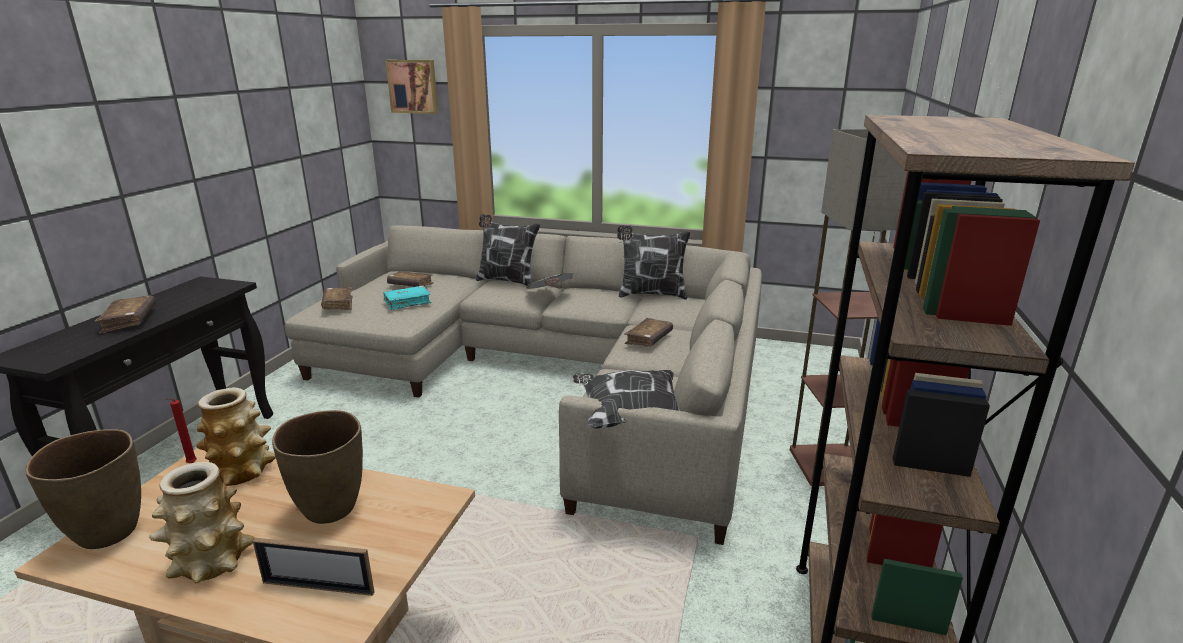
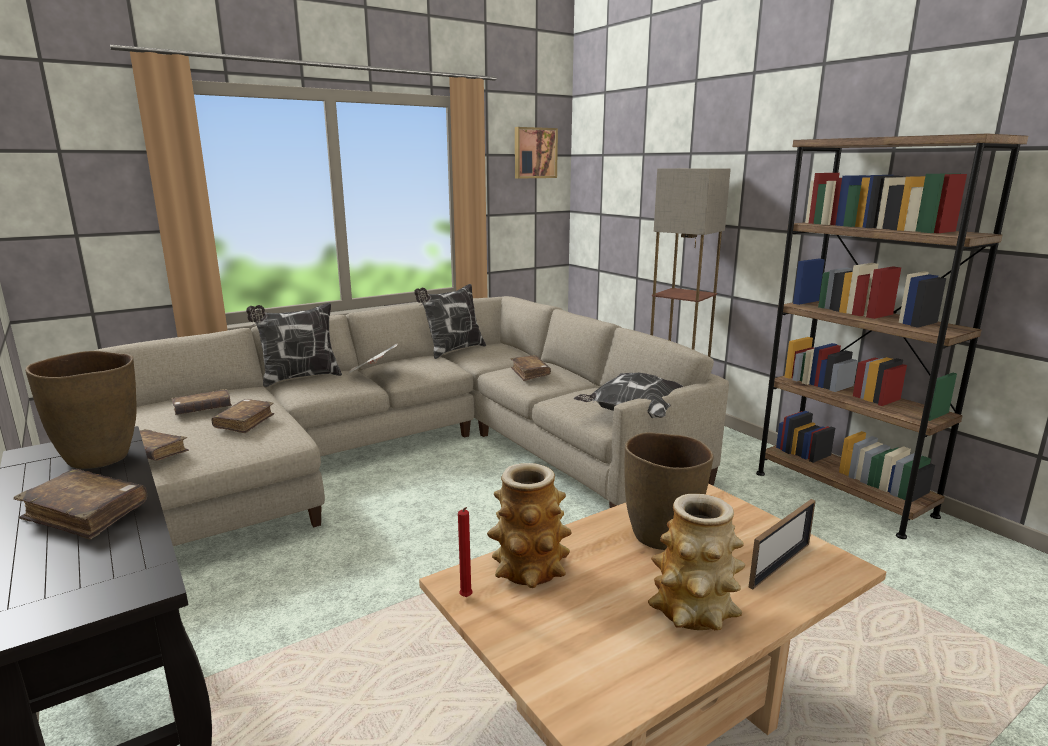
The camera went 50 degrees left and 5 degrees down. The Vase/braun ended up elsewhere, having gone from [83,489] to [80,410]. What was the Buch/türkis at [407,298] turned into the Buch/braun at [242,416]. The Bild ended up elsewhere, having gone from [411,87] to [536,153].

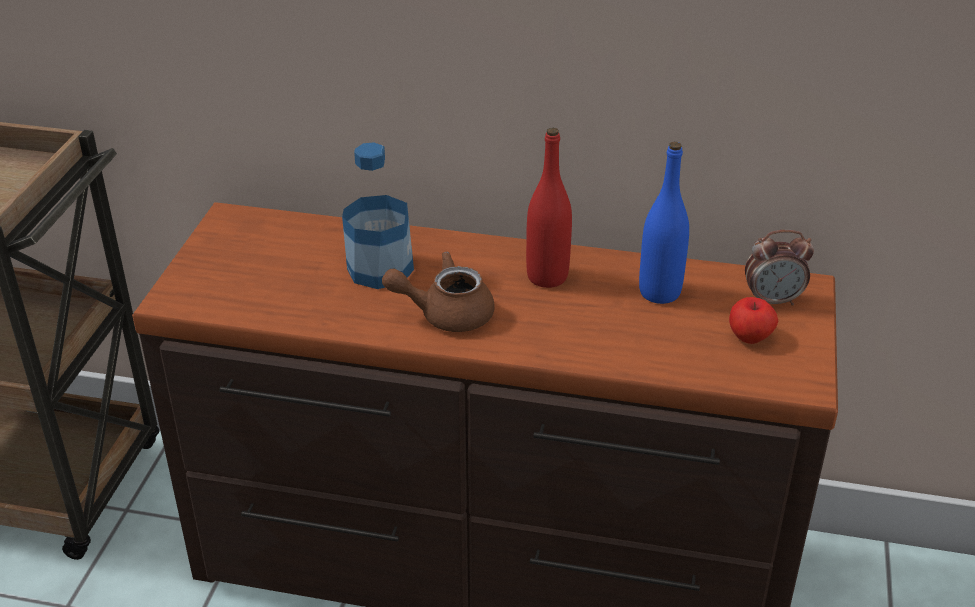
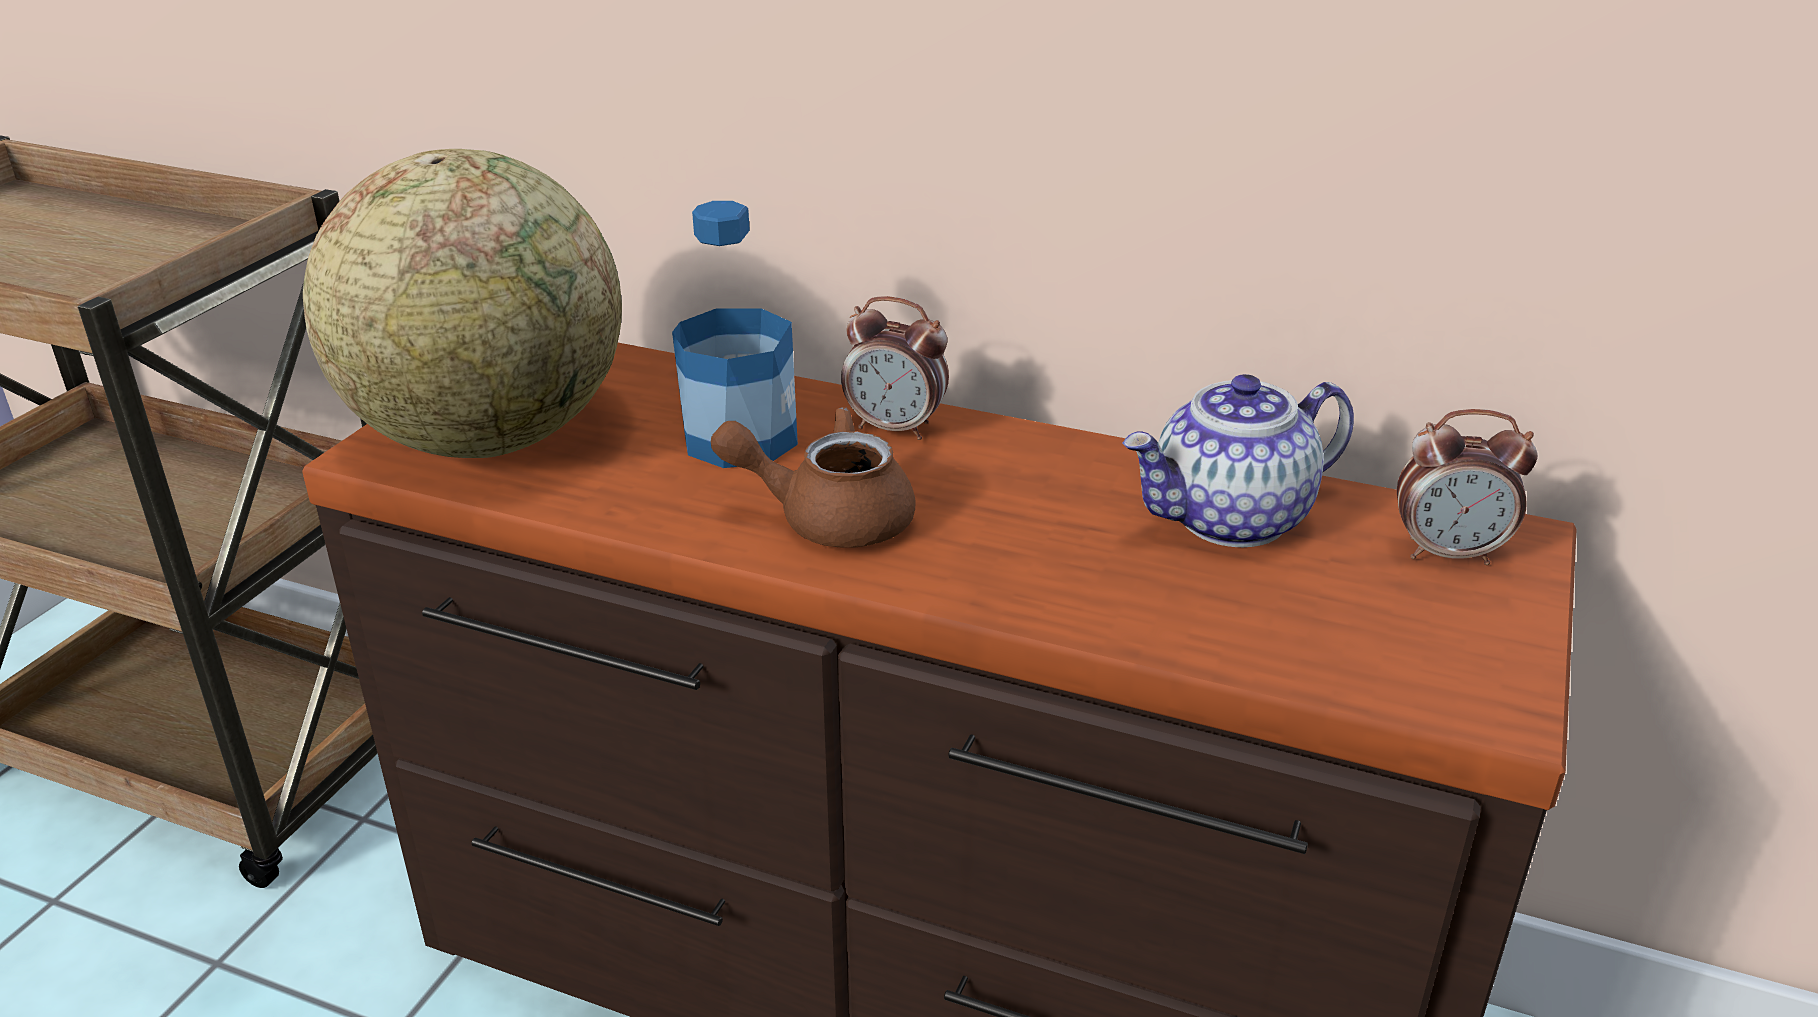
The camera went 10 degrees right and 5 degrees down. The second view lost the Flasche/rot at [549,208]. Where the Flasche/blau stood at [664,223], the Teekanne came to stand at [1238,460]. The second view lost the Apfel at [753,320]. The second view gained the Globus at [462,303]. The second view gained the Wecker at [895,368].

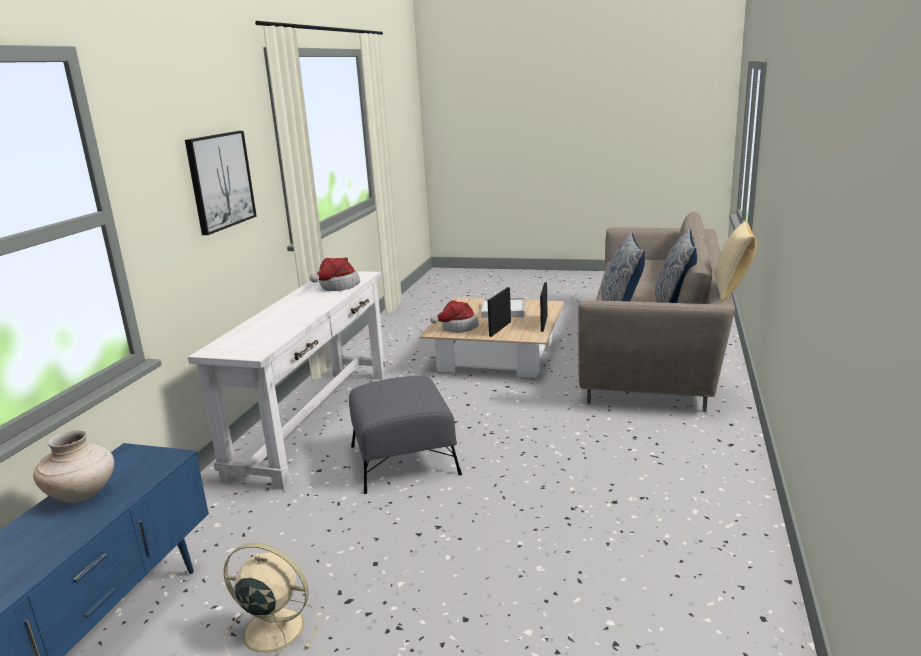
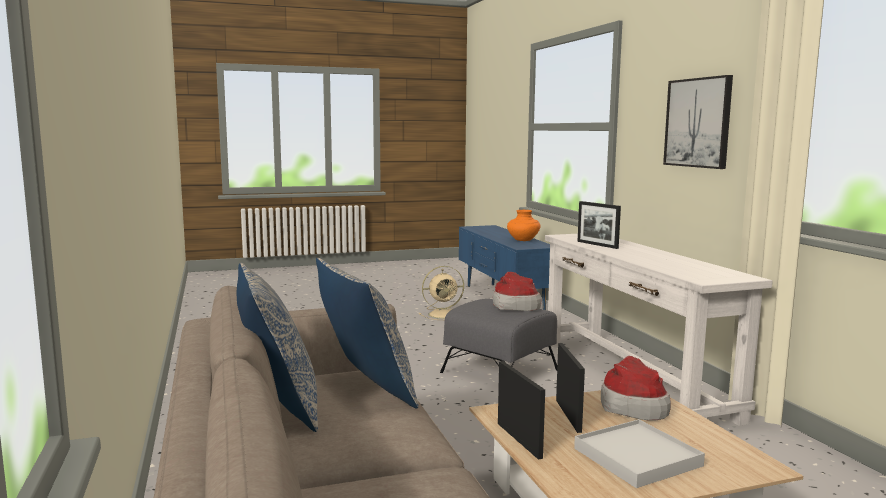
The camera went 145 degrees right and 10 degrees down. What was the Vase/beige at [73,466] turned into the Vase/orange at [523,225]. The Hut ended up elsewhere, having gone from [335,274] to [517,291]. The second view lost the Kissen at [736,261]. The second view gained the Bilderrahmen at [599,225].

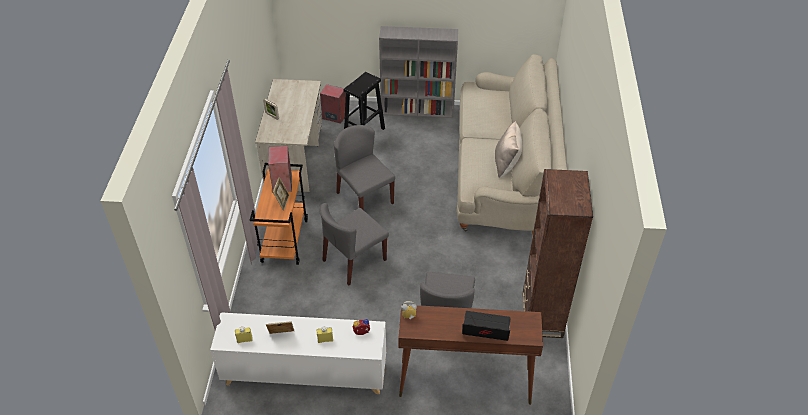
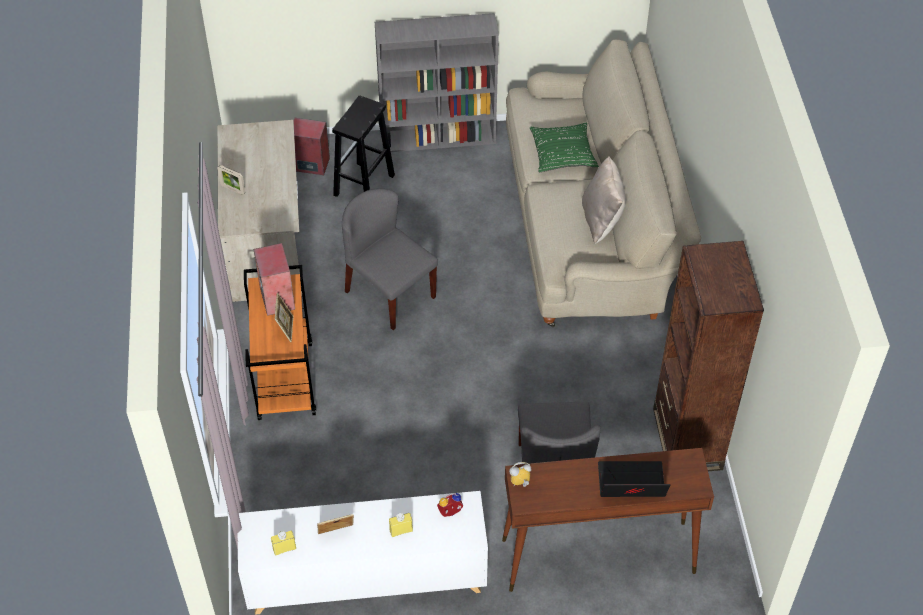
The camera went 10 degrees left and 5 degrees up. The second view lost the Stuhl/grau at [354,244]. The second view gained the Kissen/grün at [564,147].

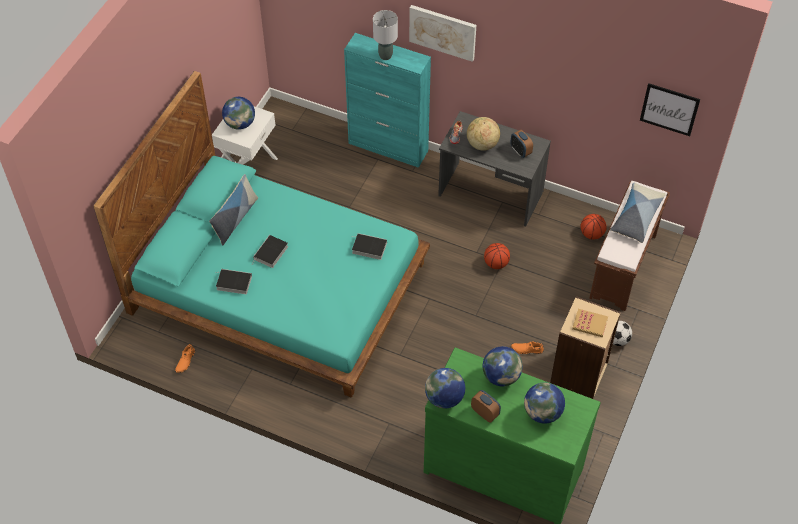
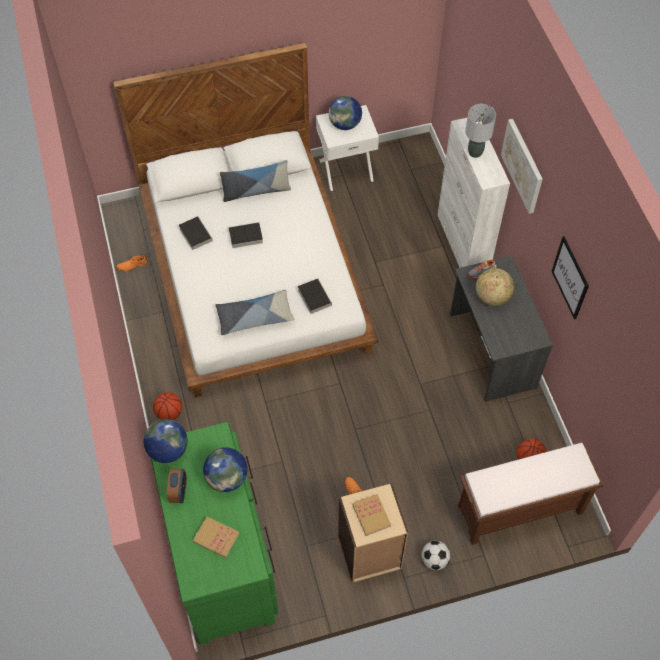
The camera went 50 degrees right and 5 degrees up. What was the Bett/türkis at [261,234] turned into the Bett/weiß at [245,220]. What was the Schrank/türkis at [387,100] turned into the Schrank/weiß at [474,193]. The Basketball ended up elsewhere, having gone from [497,256] to [167,406]. The second view lost the Wecker at [521,144]. Where the Globus stood at [544,403], the Buch came to stand at [216,537]. The Kissen ended up elsewhere, having gone from [638,213] to [254,312]. The Bild ended up elsewhere, having gone from [670,109] to [570,278].

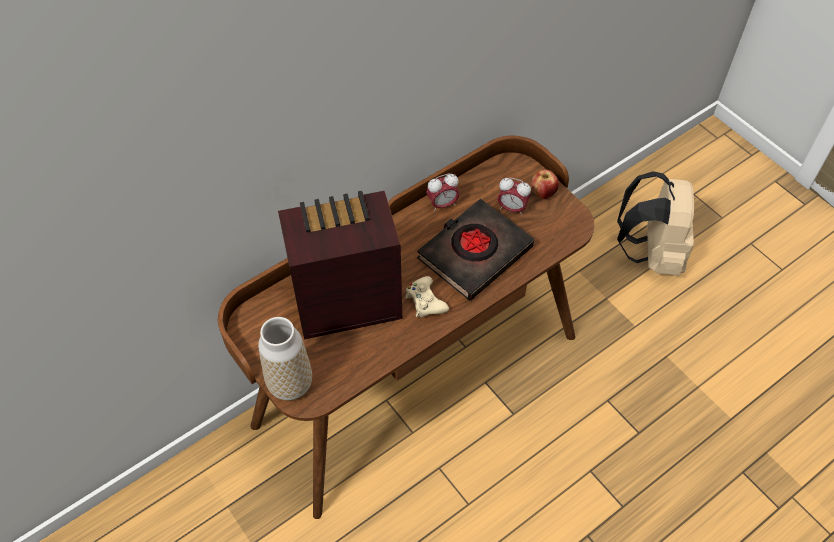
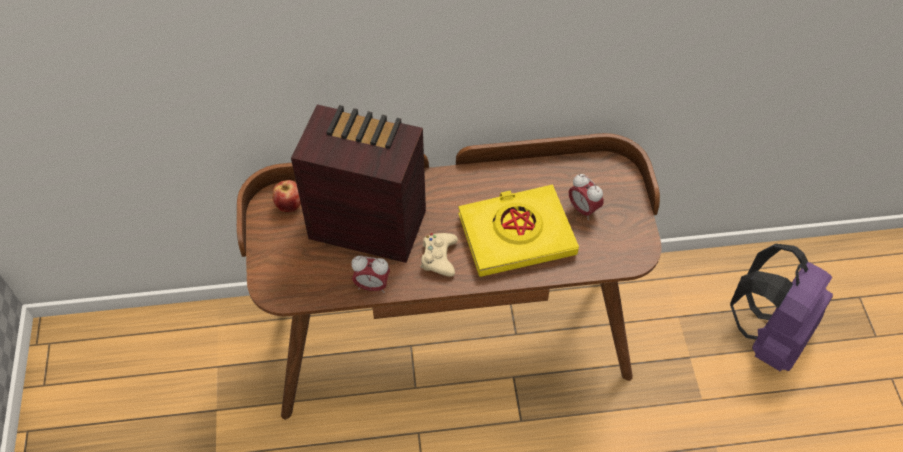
The camera went 30 degrees right and 0 degrees up. The second view lost the Vase at [285,359]. What was the Buch/schwarz at [475,250] turned into the Buch/gelb at [518,230]. The Wecker ended up elsewhere, having gone from [443,193] to [370,274]. The Apfel ended up elsewhere, having gone from [545,184] to [286,196]. What was the Rucksack/beige at [655,223] turned into the Rucksack/lila at [781,308].

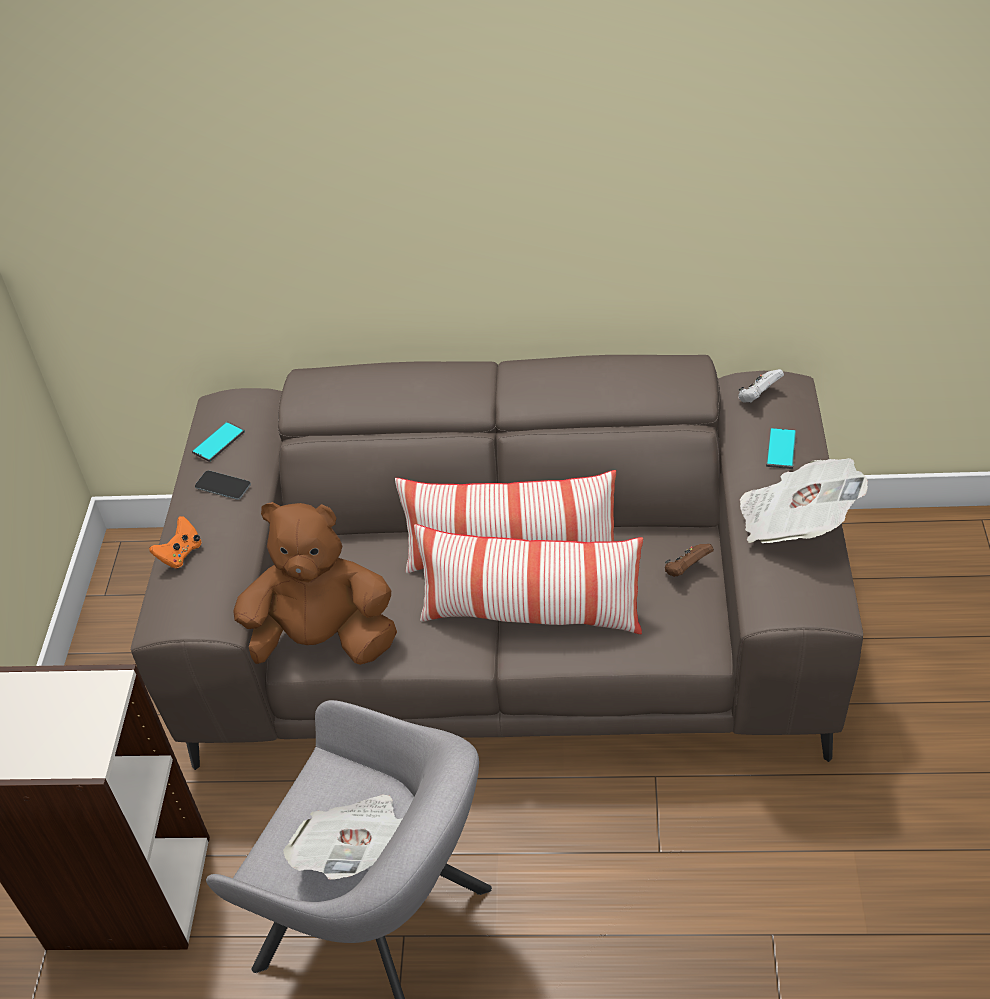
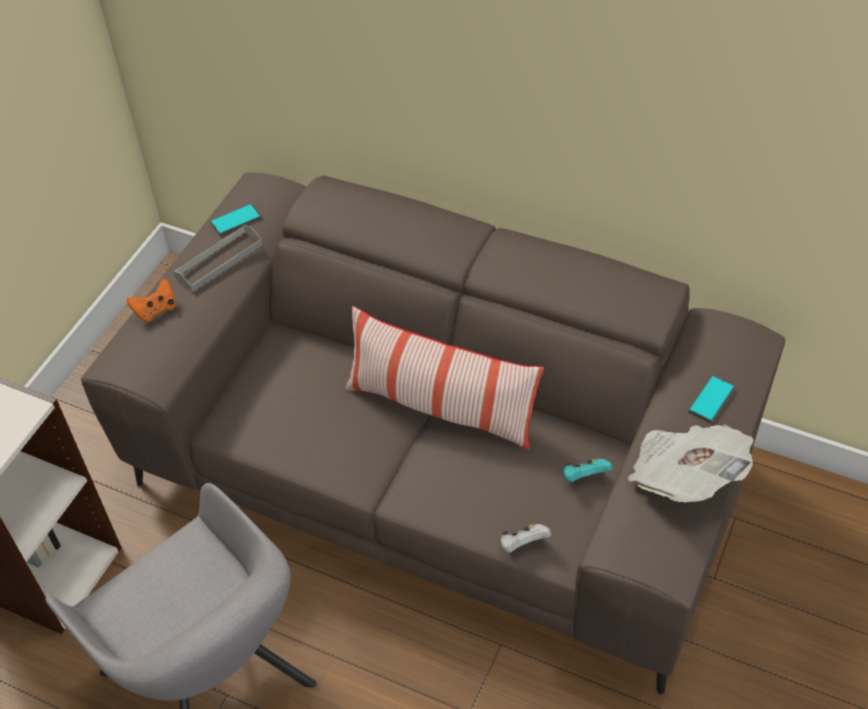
The camera went 20 degrees right and 5 degrees up. Where the Handy stood at [223,485], the Tablett/grau came to stand at [218,258]. The second view lost the Plüschtier/braun at [315,583]. The second view lost the Zeitung at [343,837]. The second view lost the Kissen at [528,579]. What was the Gamepad/braun at [689,560] turned into the Gamepad/türkis at [588,470]. The Gamepad/weiß ended up elsewhere, having gone from [761,386] to [526,538].

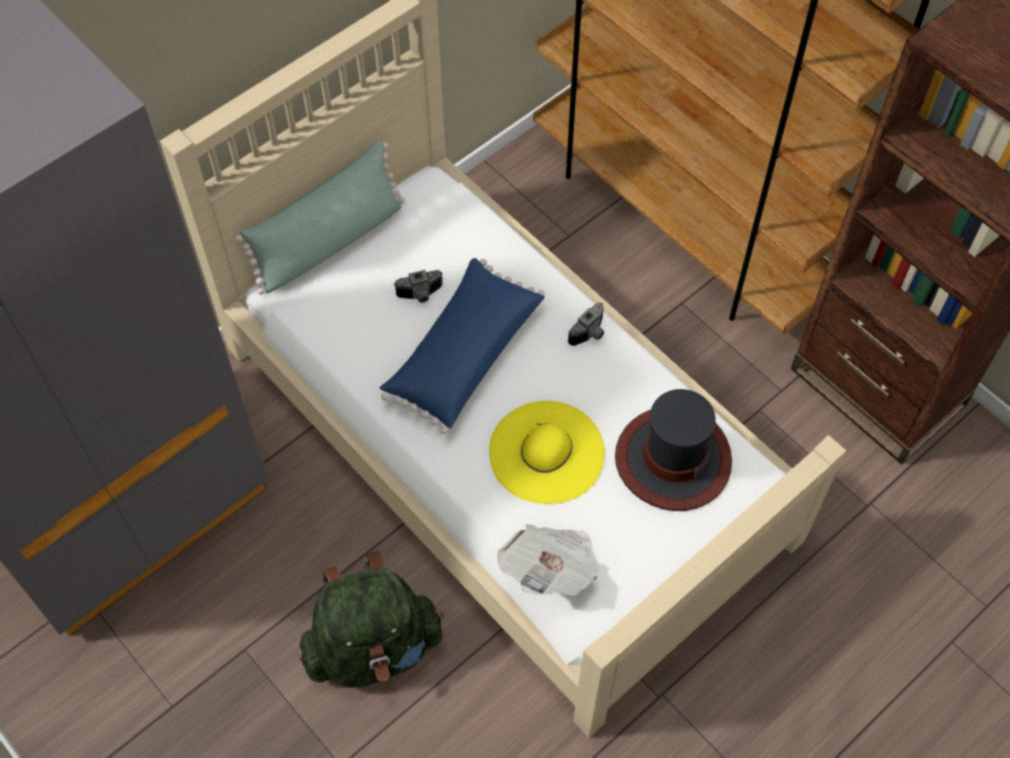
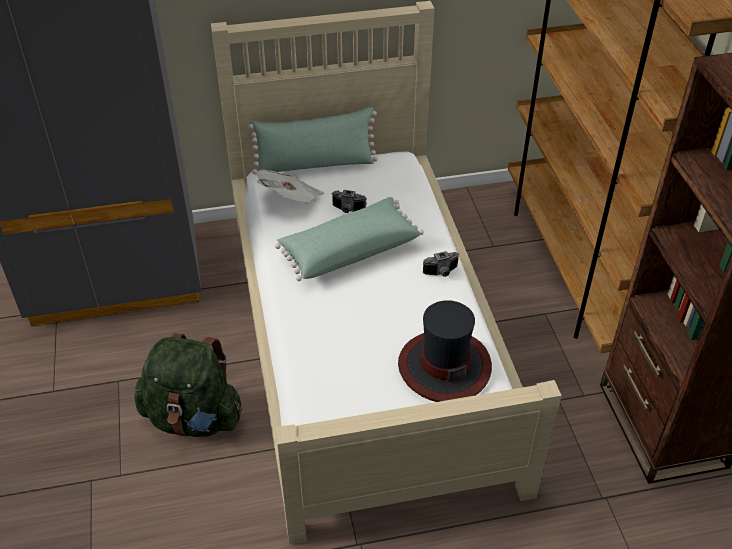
The camera went 30 degrees right and 15 degrees down. What was the Kissen/blau at [462,346] turned into the Kissen/grün at [349,239]. The second view lost the Hut/gelb at [547,452]. The Zeitung ended up elsewhere, having gone from [547,560] to [289,186].

